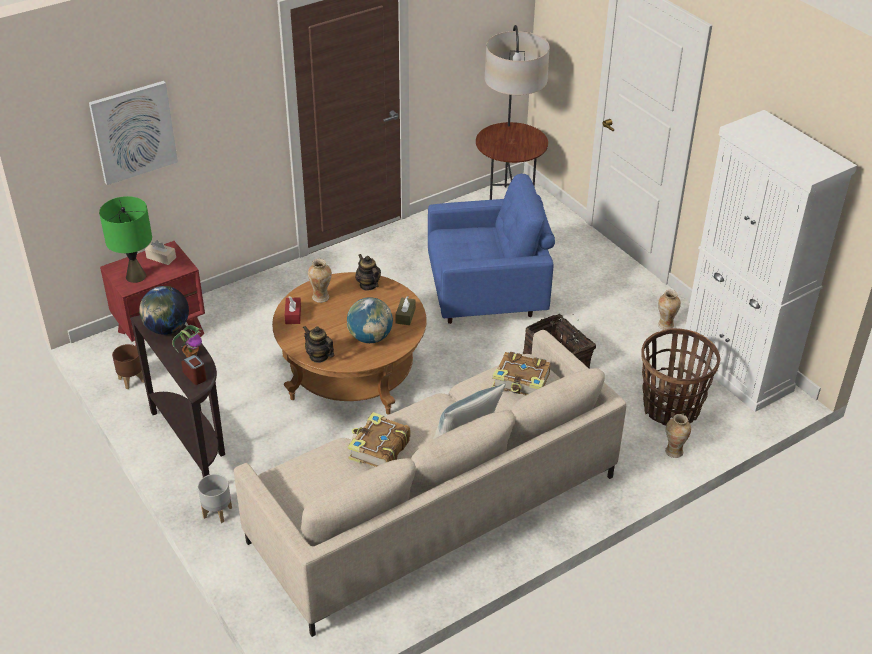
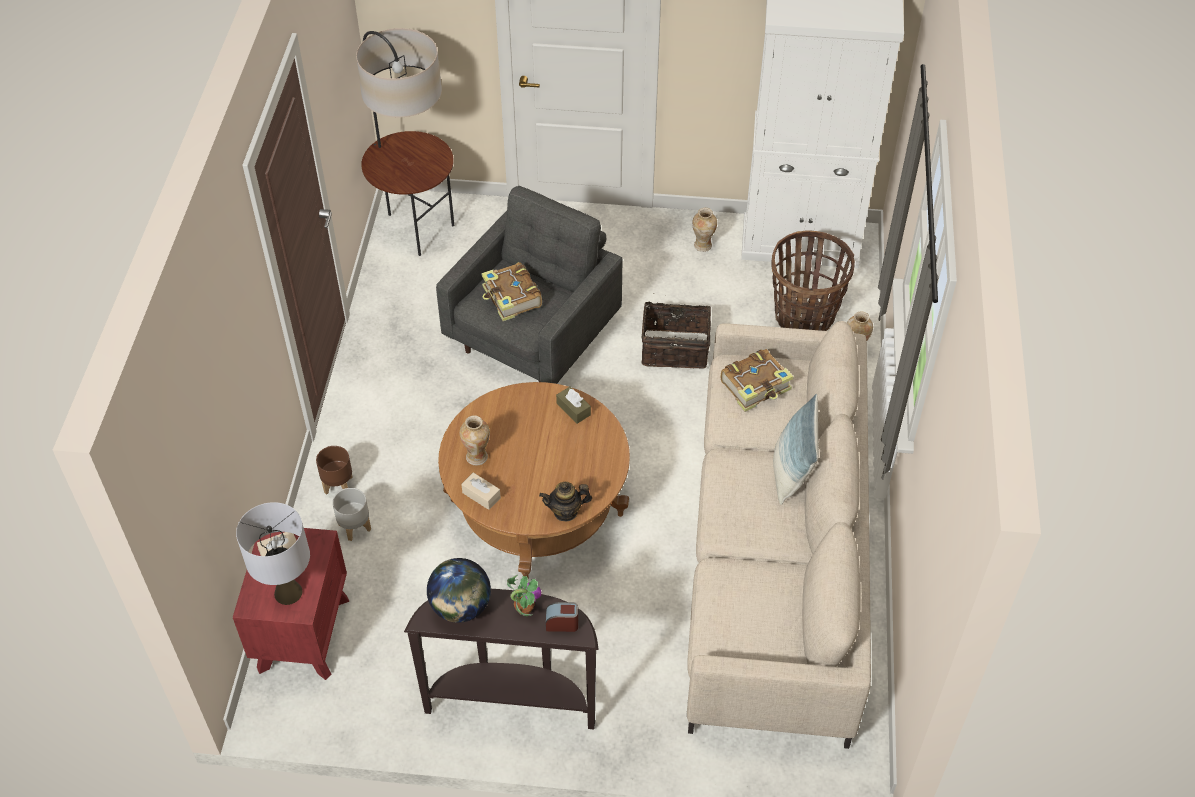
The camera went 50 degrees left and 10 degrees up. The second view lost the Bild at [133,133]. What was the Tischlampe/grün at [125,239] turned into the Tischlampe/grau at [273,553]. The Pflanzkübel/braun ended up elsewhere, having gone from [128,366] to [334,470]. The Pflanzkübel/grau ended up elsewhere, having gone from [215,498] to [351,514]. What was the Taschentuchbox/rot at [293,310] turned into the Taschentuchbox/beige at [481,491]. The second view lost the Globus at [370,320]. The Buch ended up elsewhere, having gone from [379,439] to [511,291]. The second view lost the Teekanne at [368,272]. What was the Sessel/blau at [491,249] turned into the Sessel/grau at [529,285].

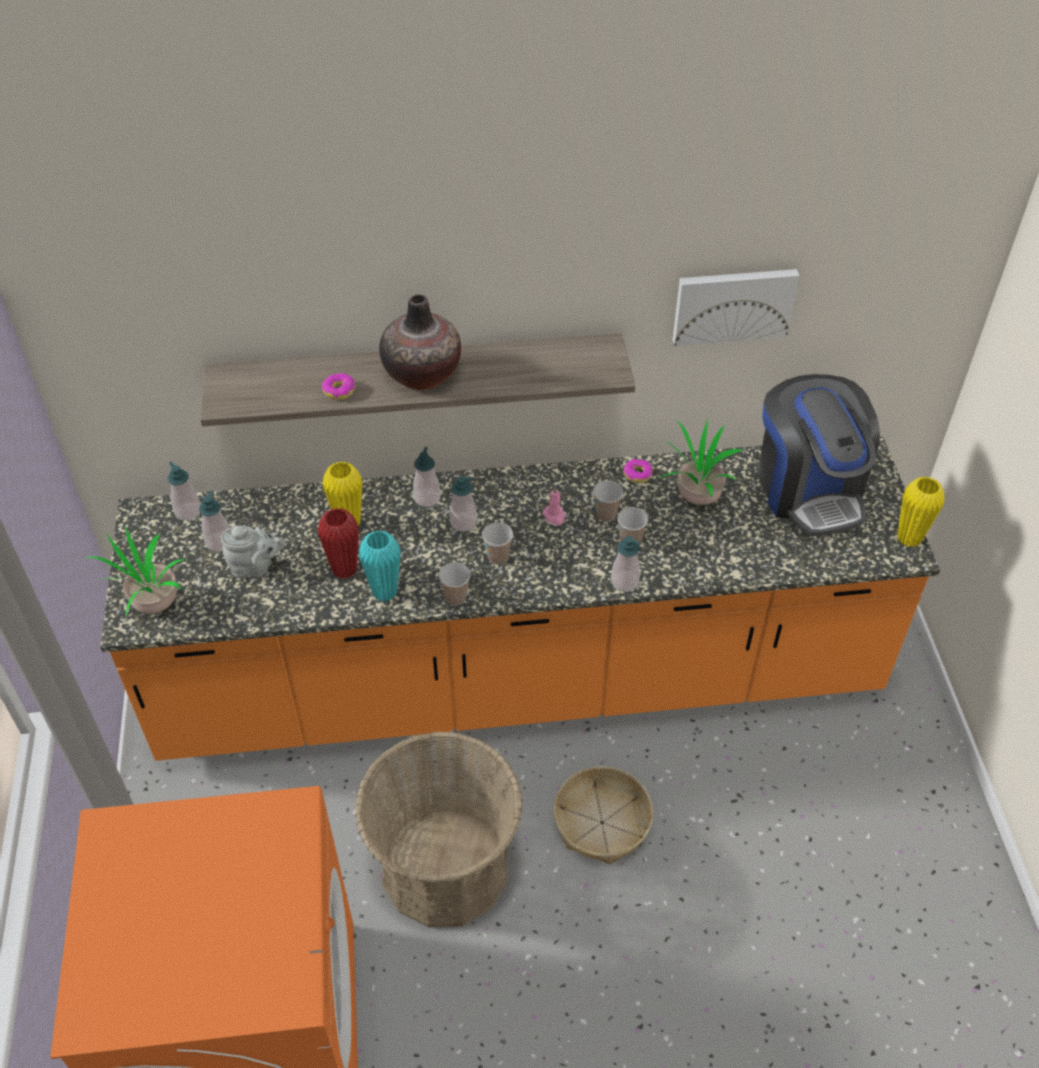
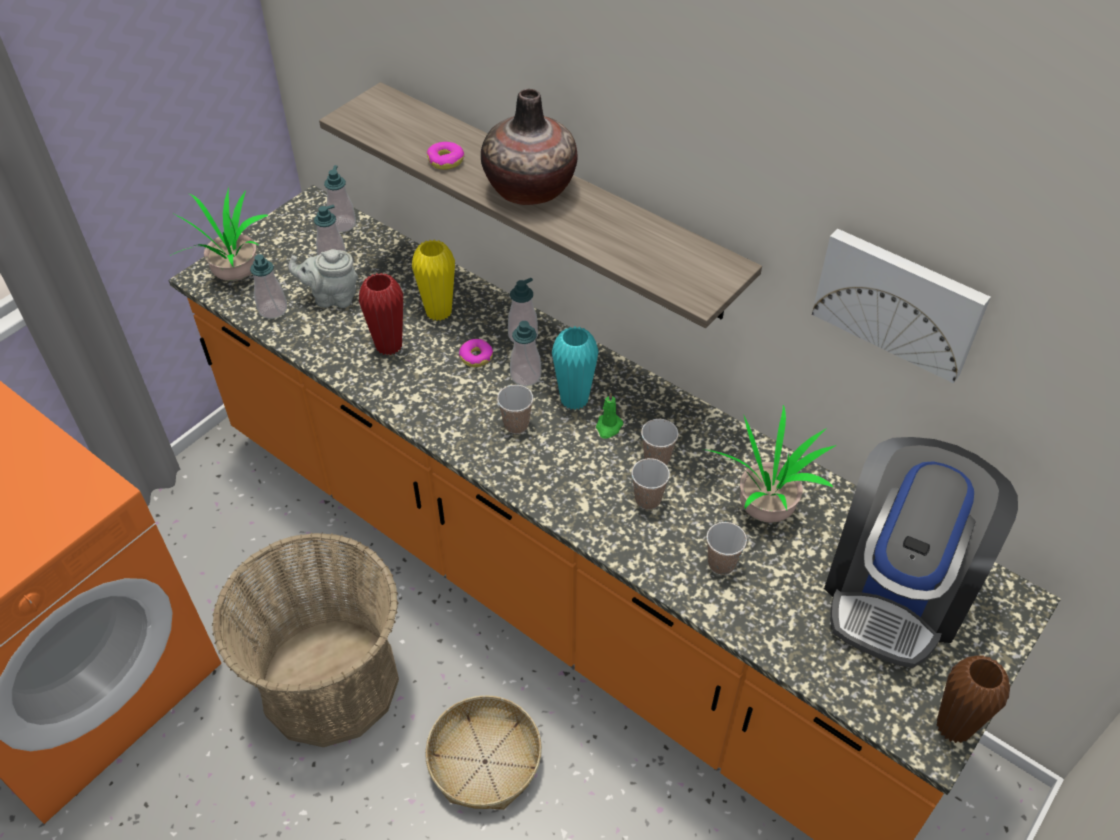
The camera went 45 degrees right and 0 degrees up. The Teekanne/grau at [253,552] ended up facing another way, 135 degrees clockwise from before. The Vase/türkis ended up elsewhere, having gone from [380,566] to [575,368]. The Tasse ended up elsewhere, having gone from [454,583] to [726,548]. What was the Kerze/rosa at [553,506] turned into the Kerze/grün at [609,415]. The Seifenspender ended up elsewhere, having gone from [625,564] to [268,286]. The Donut ended up elsewhere, having gone from [638,471] to [476,353]. What was the Vase/gelb at [920,511] turned into the Vase/braun at [973,699].

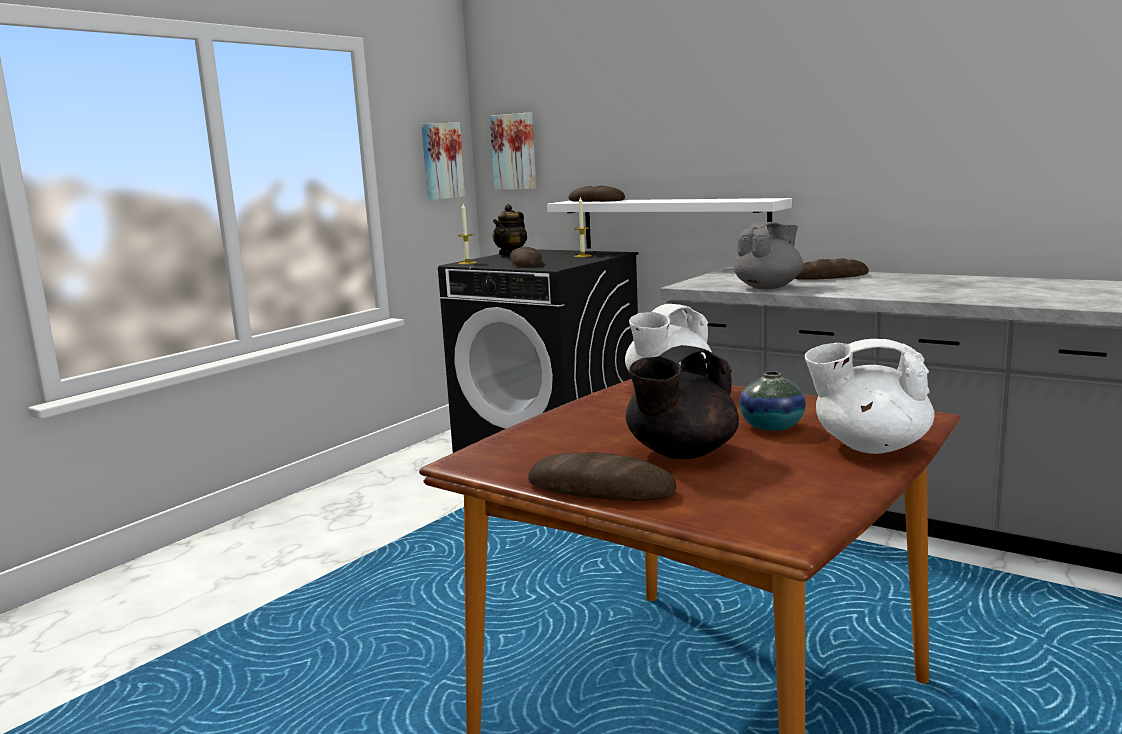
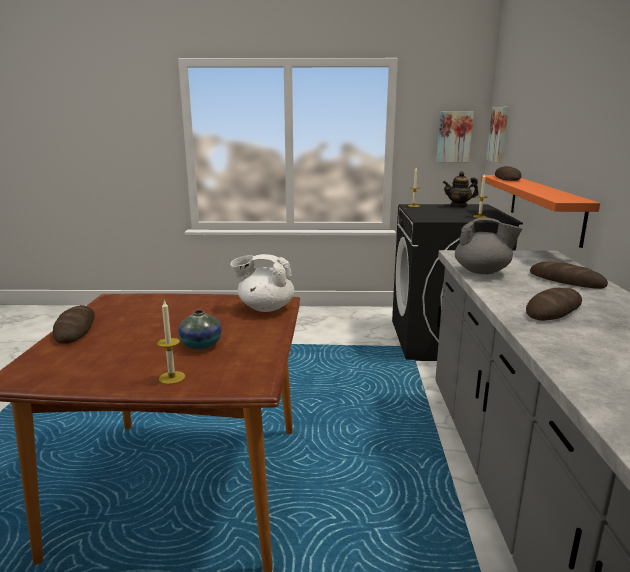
The camera went 55 degrees right and 5 degrees up. The Brot ended up elsewhere, having gone from [526,257] to [554,304]. What was the Wandregal/weiß at [669,223] turned into the Wandregal/orange at [540,211]. The second view lost the Teekanne/schwarz at [682,402]. Where the Teekanne/weiß stood at [869,396], the Kerze came to stand at [171,342].

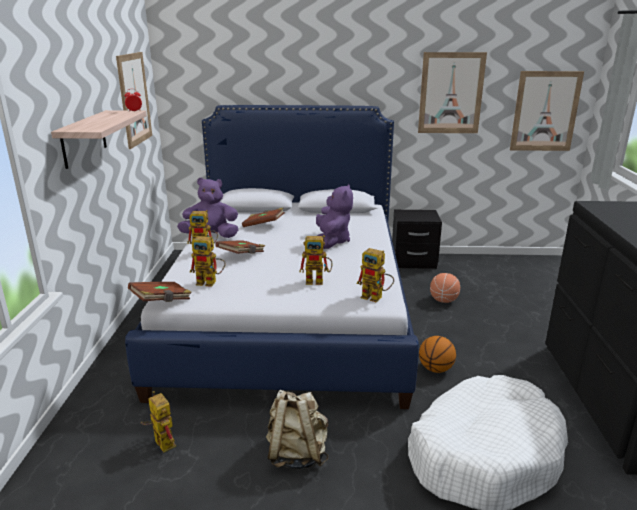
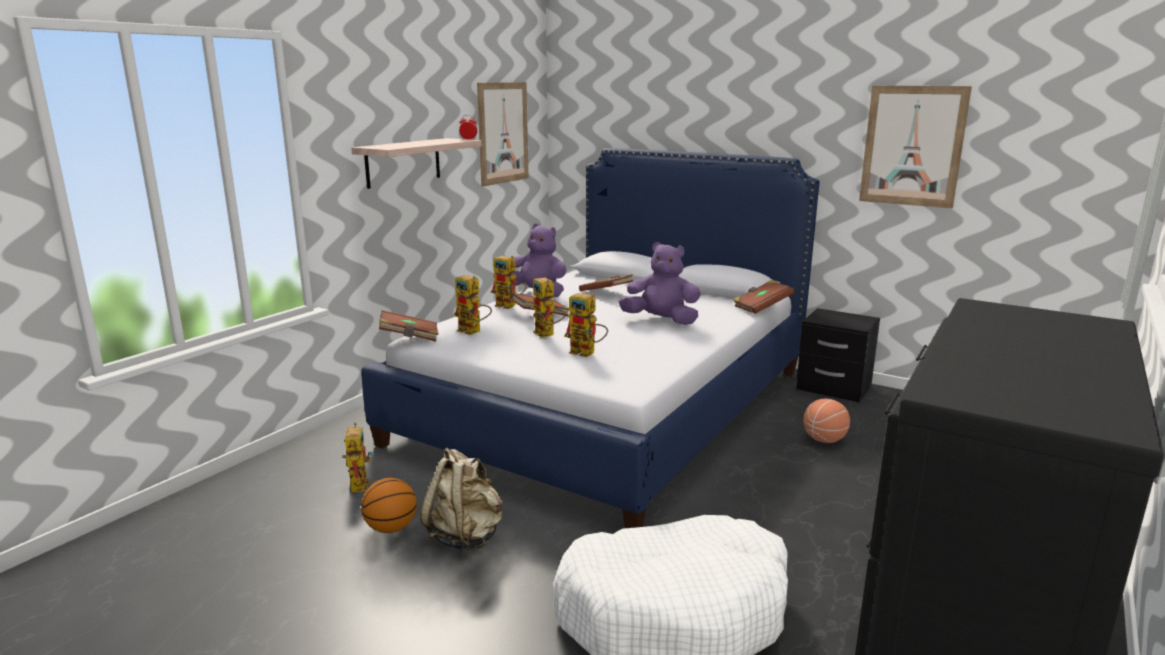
The camera went 30 degrees right and 5 degrees down. The Plüschtier/lila at [334,216] ended up facing another way, 105 degrees counterclockwise from before. The Spielzeugroboter ended up elsewhere, having gone from [375,275] to [549,307]. The Basketball ended up elsewhere, having gone from [437,354] to [389,505]. The second view lost the Bild at [547,111]. The second view gained the Buch/braun at [763,297].

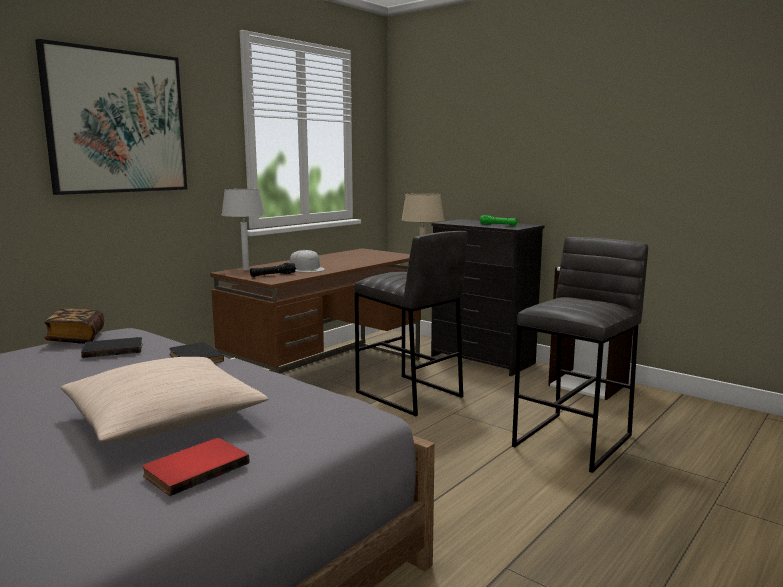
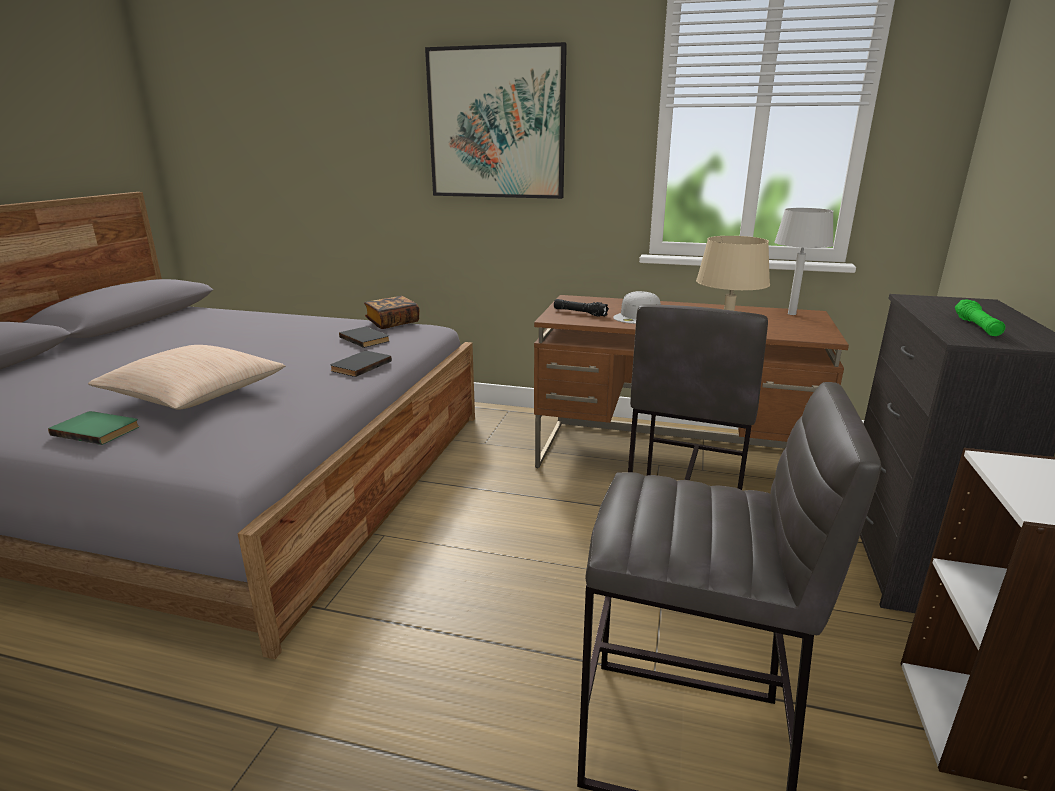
The camera went 65 degrees right and 10 degrees up. What was the Buch/rot at [195,467] turned into the Buch/grün at [94,428]. The Tischlampe/grau ended up elsewhere, having gone from [243,230] to [804,261].

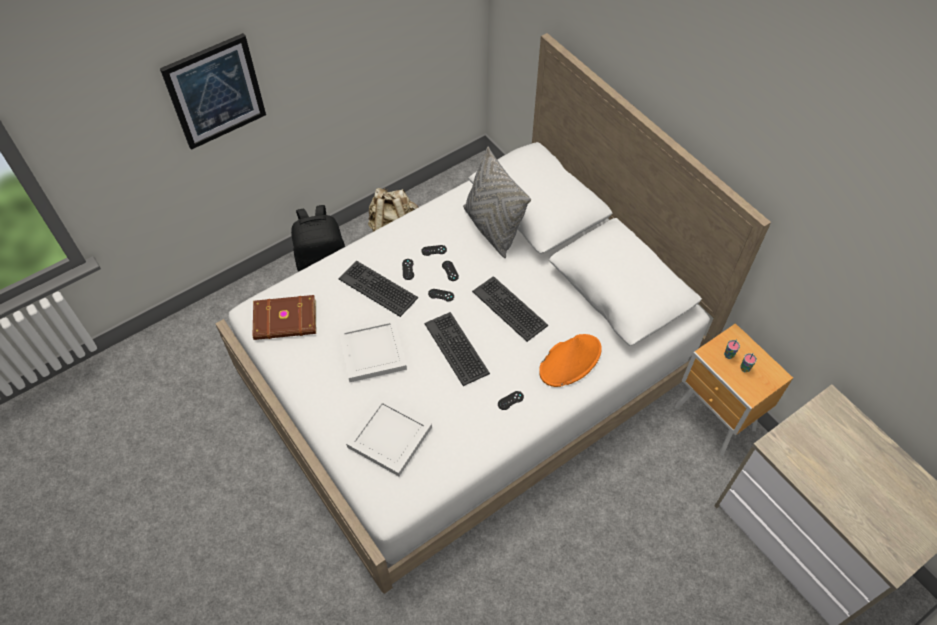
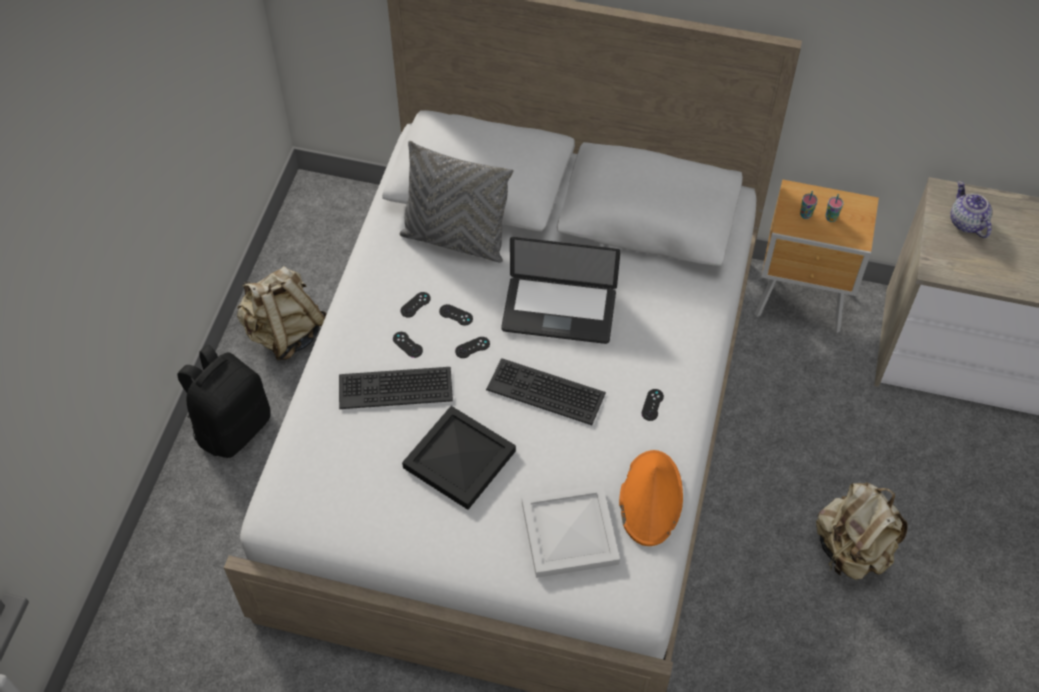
The camera went 40 degrees left and 0 degrees up. The second view lost the Bild at [213,91]. The second view lost the Buch/braun at [284,317]. What was the Tablett/weiß at [372,350] turned into the Tablett/schwarz at [459,458]. Where the Tastatur stood at [510,309], the Laptop came to stand at [561,290]. The Hut/orange ended up elsewhere, having gone from [570,360] to [651,498]. The second view gained the Rucksack/beige at [862,531]. The second view gained the Teekanne at [971,209].

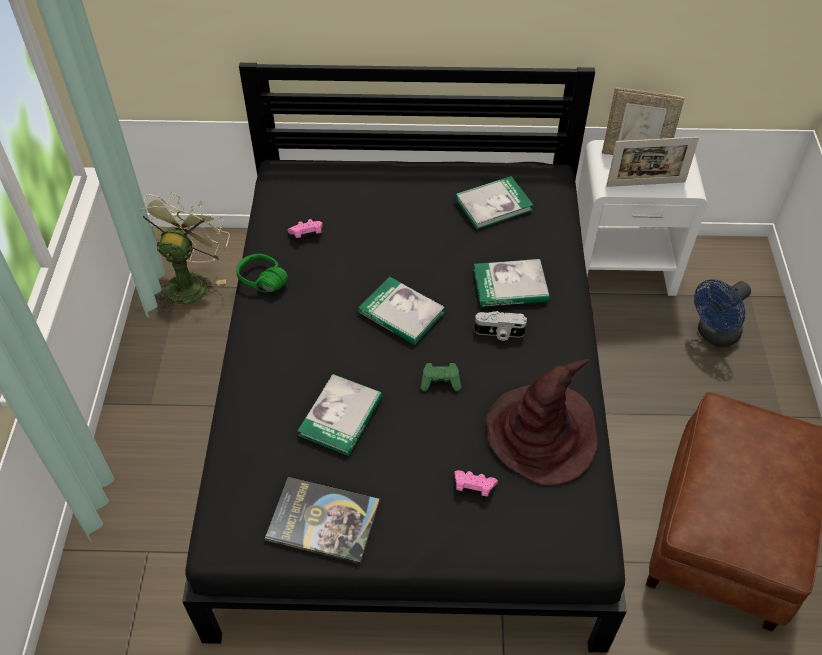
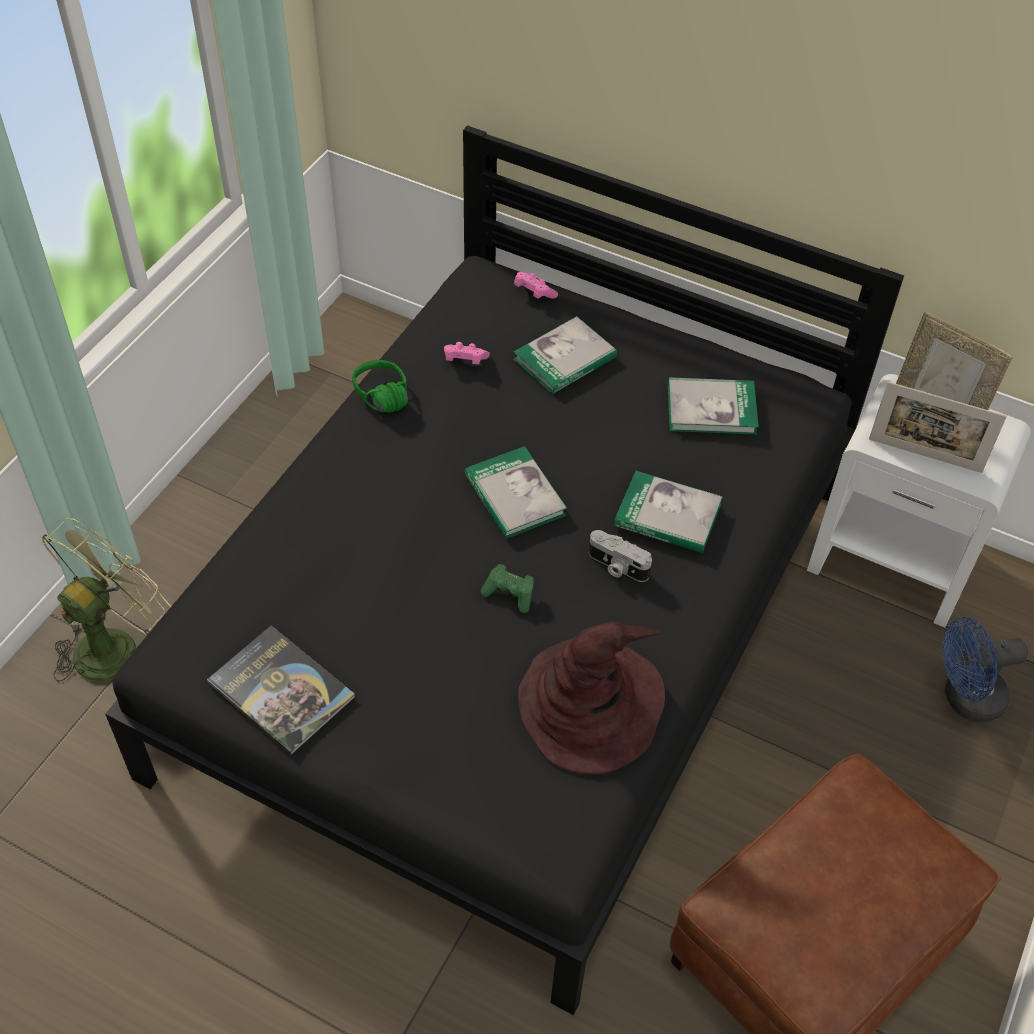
The camera went 25 degrees right and 0 degrees up. The Ventilator/grün ended up elsewhere, having gone from [185,252] to [106,600]. The Buch ended up elsewhere, having gone from [340,415] to [565,355]. The Gamepad/rosa ended up elsewhere, having gone from [476,483] to [536,285].

